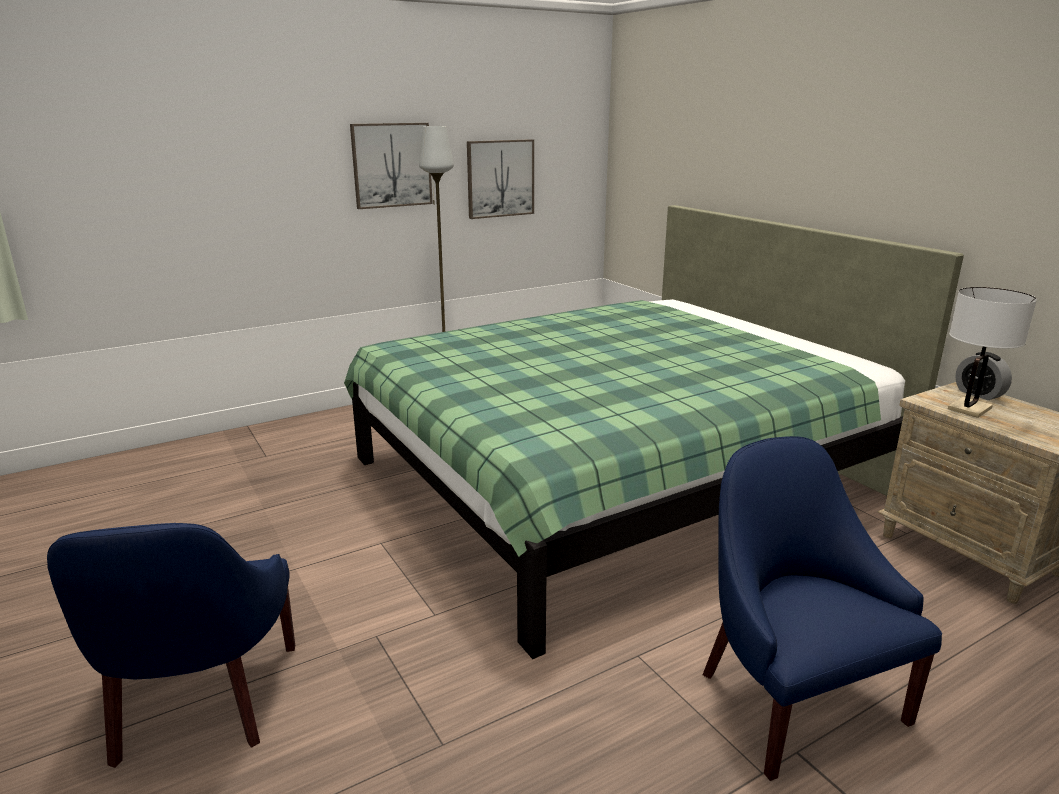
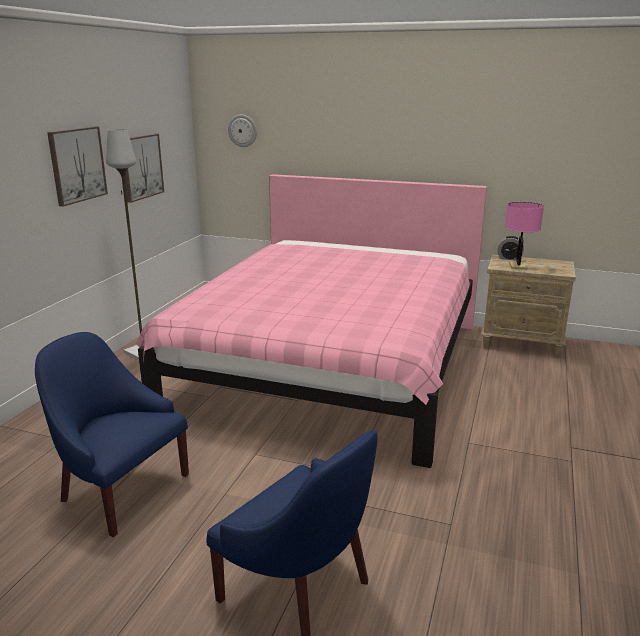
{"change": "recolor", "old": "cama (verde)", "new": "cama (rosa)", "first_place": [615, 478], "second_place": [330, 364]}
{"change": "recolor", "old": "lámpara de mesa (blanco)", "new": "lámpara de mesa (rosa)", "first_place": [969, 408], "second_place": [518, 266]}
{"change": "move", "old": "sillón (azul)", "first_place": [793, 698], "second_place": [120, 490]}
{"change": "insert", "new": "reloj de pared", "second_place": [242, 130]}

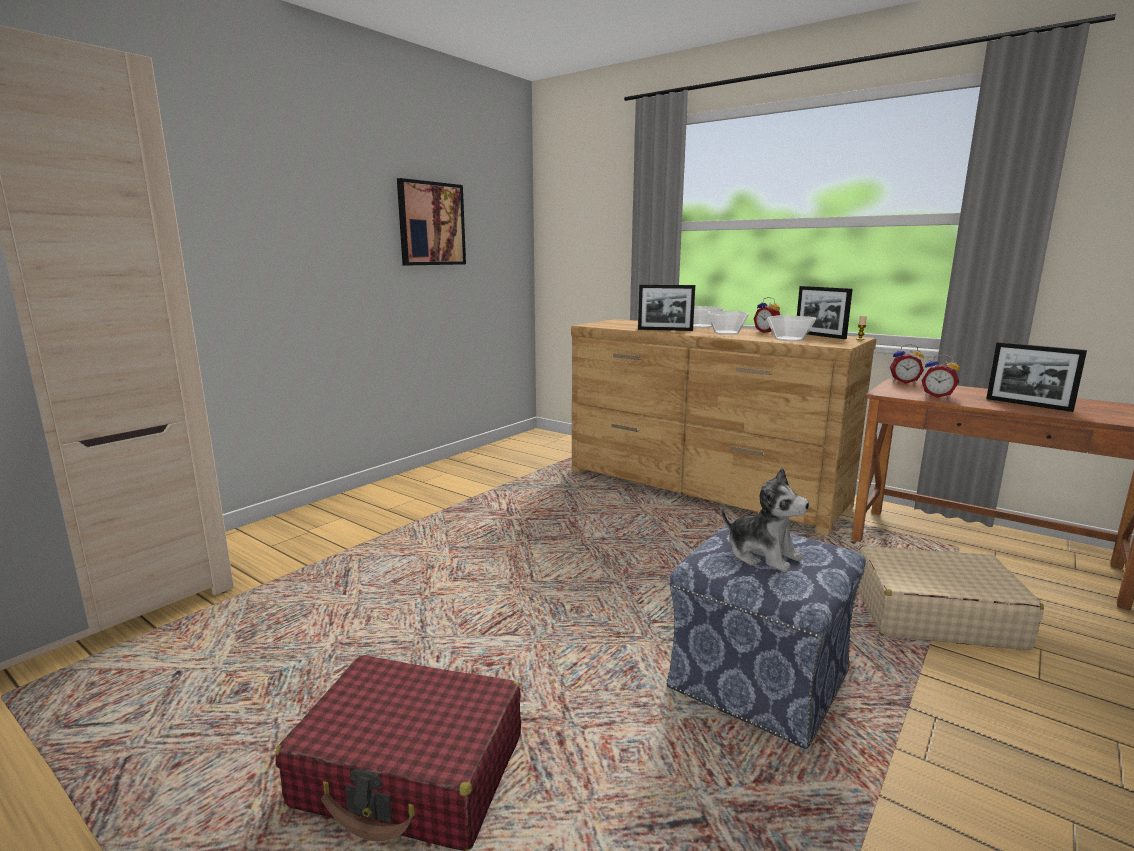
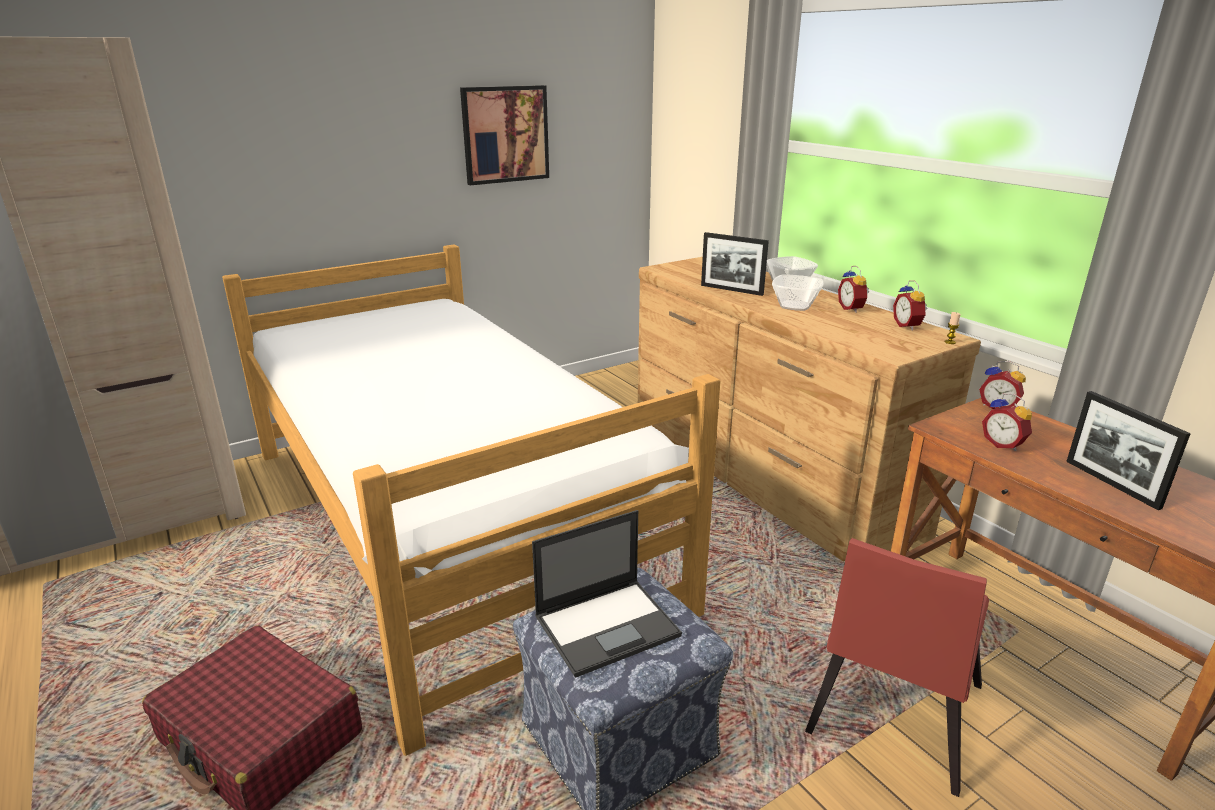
{"change": "replace", "old": "portarretratos", "new": "despertador", "first_place": [819, 335], "second_place": [908, 326]}
{"change": "delete", "old": "cuenco", "first_place": [789, 339]}
{"change": "replace", "old": "peluche", "new": "portátil", "first_place": [762, 555], "second_place": [608, 625]}
{"change": "replace", "old": "maleta (beis)", "new": "silla (rojo)", "first_place": [934, 615], "second_place": [889, 716]}
{"change": "insert", "new": "cama", "second_place": [448, 521]}

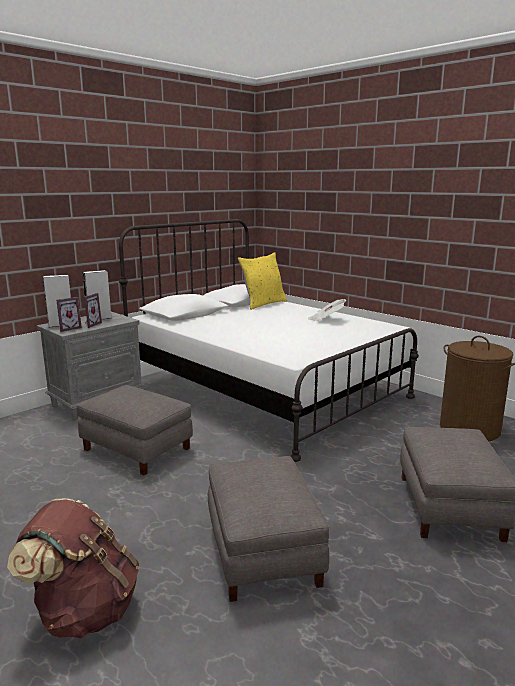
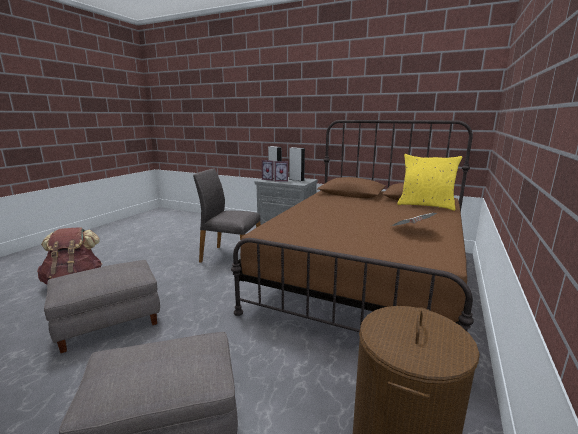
{"change": "recolor", "old": "cama (blanco)", "new": "cama (marrón)", "first_place": [265, 389], "second_place": [365, 277]}
{"change": "replace", "old": "puf (gris)", "new": "silla (gris)", "first_place": [136, 449], "second_place": [230, 256]}

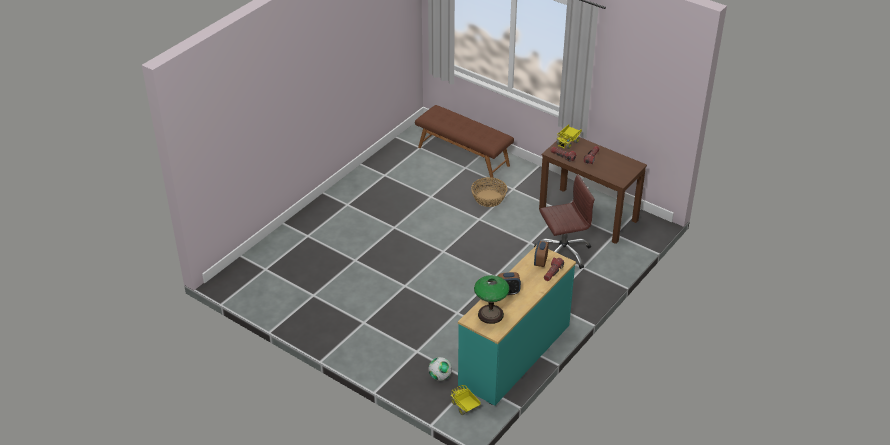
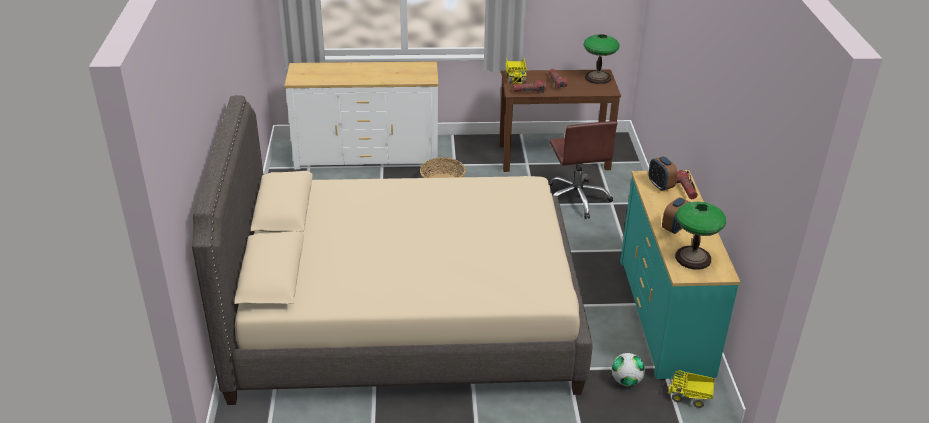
{"change": "replace", "old": "banco (marrón)", "new": "cómoda (blanco)", "first_place": [464, 156], "second_place": [367, 156]}
{"change": "rotate", "old": "silla de oficina (marrón)", "first_place": [563, 252], "second_place": [576, 199], "degrees": 135}
{"change": "insert", "new": "lámpara de mesa", "second_place": [597, 78]}
{"change": "insert", "new": "cama (beis)", "second_place": [405, 318]}

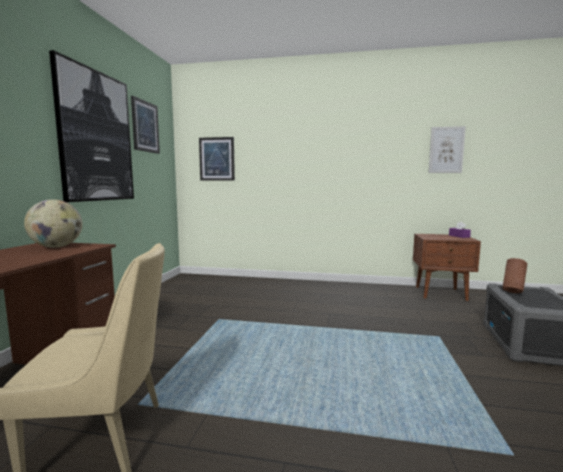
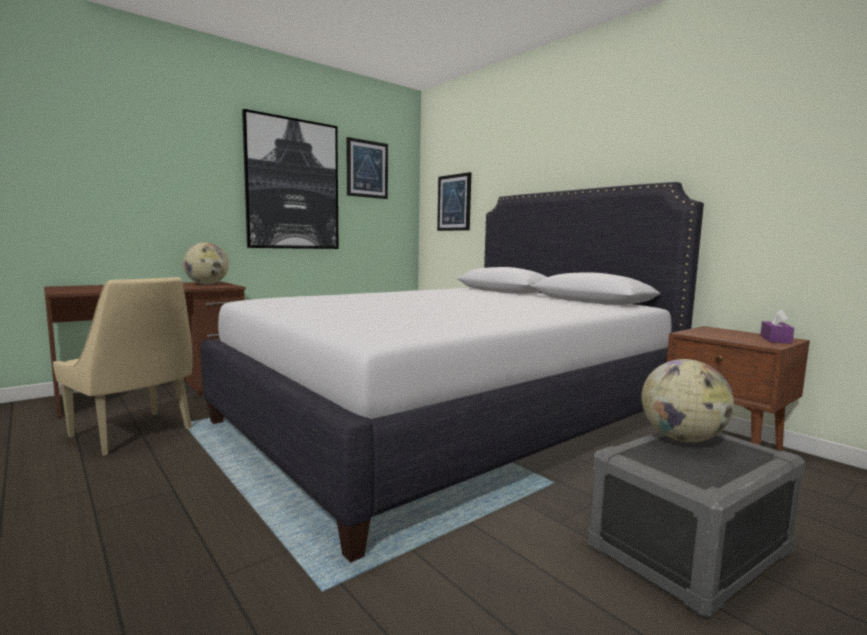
{"change": "delete", "old": "cuadro", "first_place": [446, 150]}
{"change": "replace", "old": "florero (marrón)", "new": "globo terráqueo", "first_place": [513, 292], "second_place": [682, 439]}
{"change": "insert", "new": "cama (blanco)", "second_place": [450, 420]}

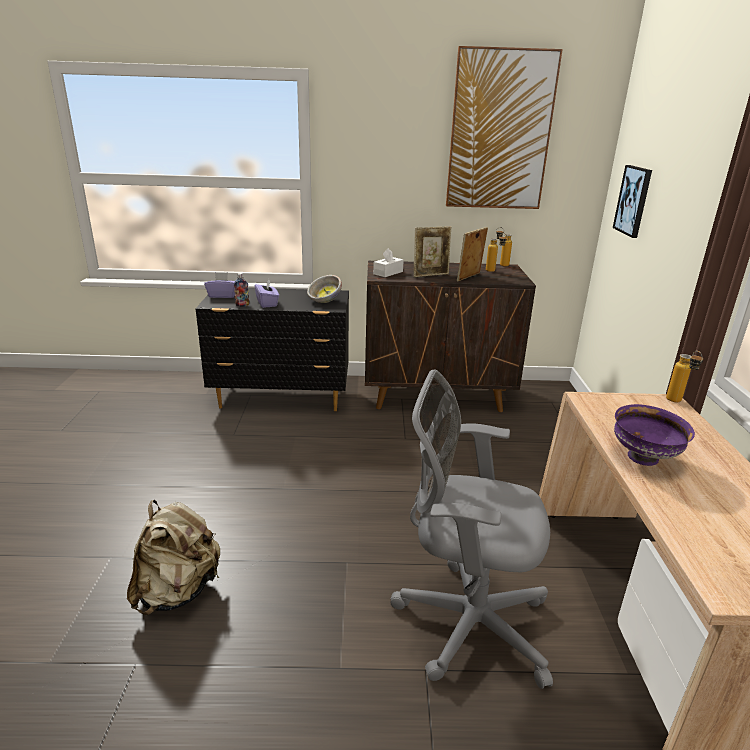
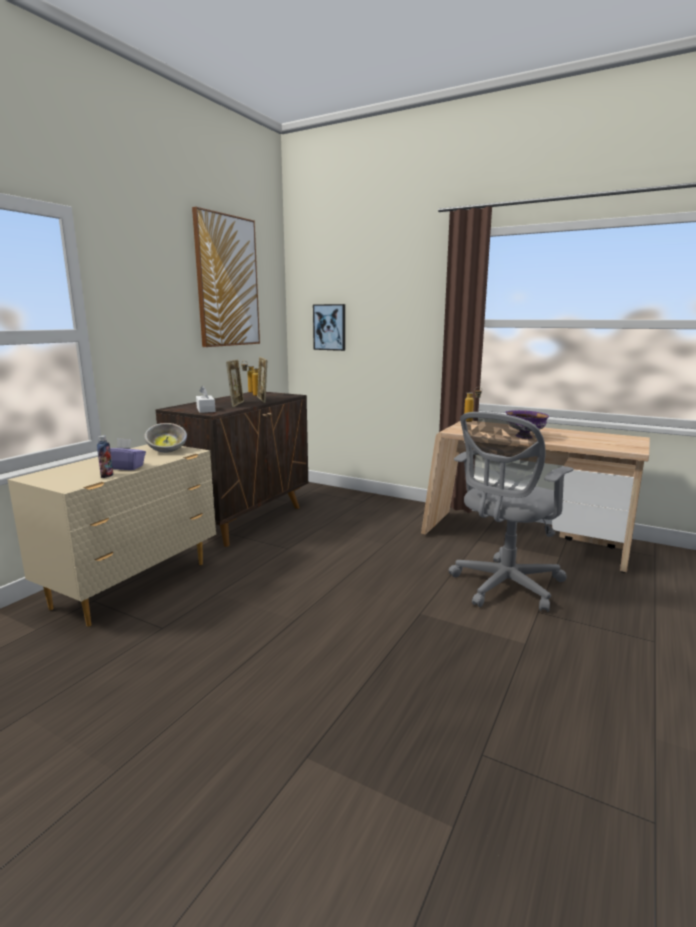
{"change": "delete", "old": "caja de pañuelos (morado)", "first_place": [222, 295]}
{"change": "recolor", "old": "cómoda (negro)", "new": "cómoda (beis)", "first_place": [282, 399], "second_place": [134, 584]}
{"change": "delete", "old": "mochila (beis)", "first_place": [178, 591]}

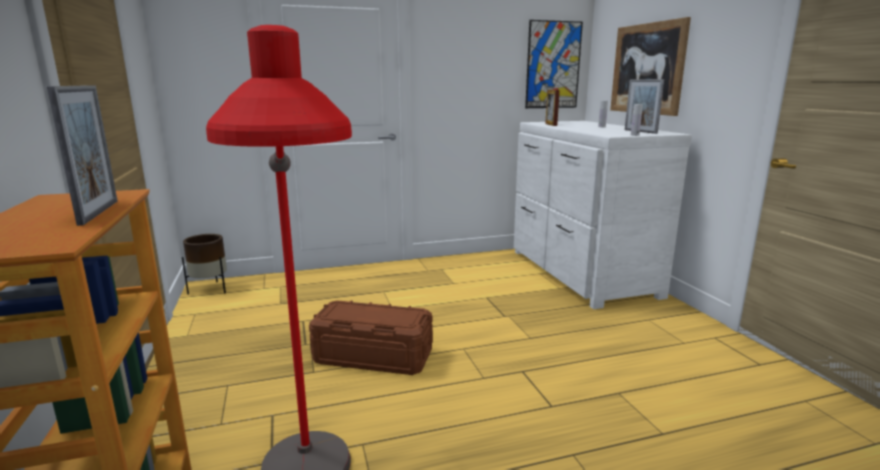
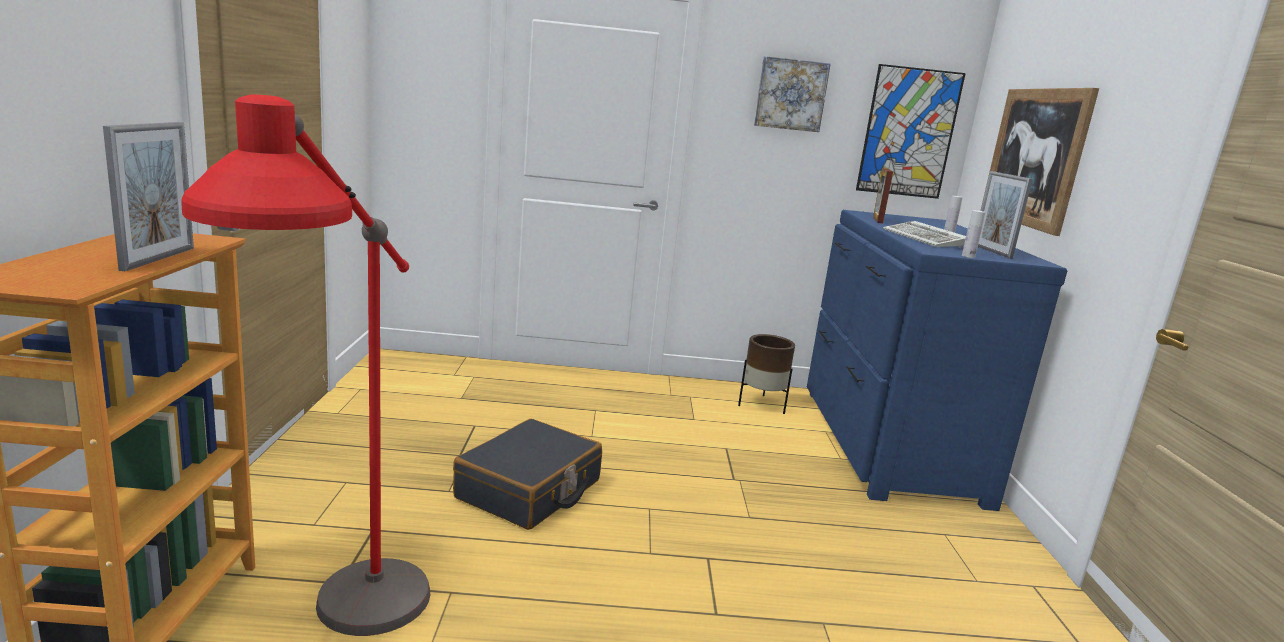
{"change": "recolor", "old": "cómoda (blanco)", "new": "cómoda (azul)", "first_place": [579, 273], "second_place": [885, 444]}
{"change": "move", "old": "maceta (marrón)", "first_place": [210, 289], "second_place": [762, 405]}
{"change": "replace", "old": "caja de almacenaje (marrón)", "new": "maleta (negro)", "first_place": [373, 356], "second_place": [529, 490]}
{"change": "insert", "new": "cuadro", "second_place": [790, 94]}
{"change": "insert", "new": "teclado", "second_place": [926, 239]}

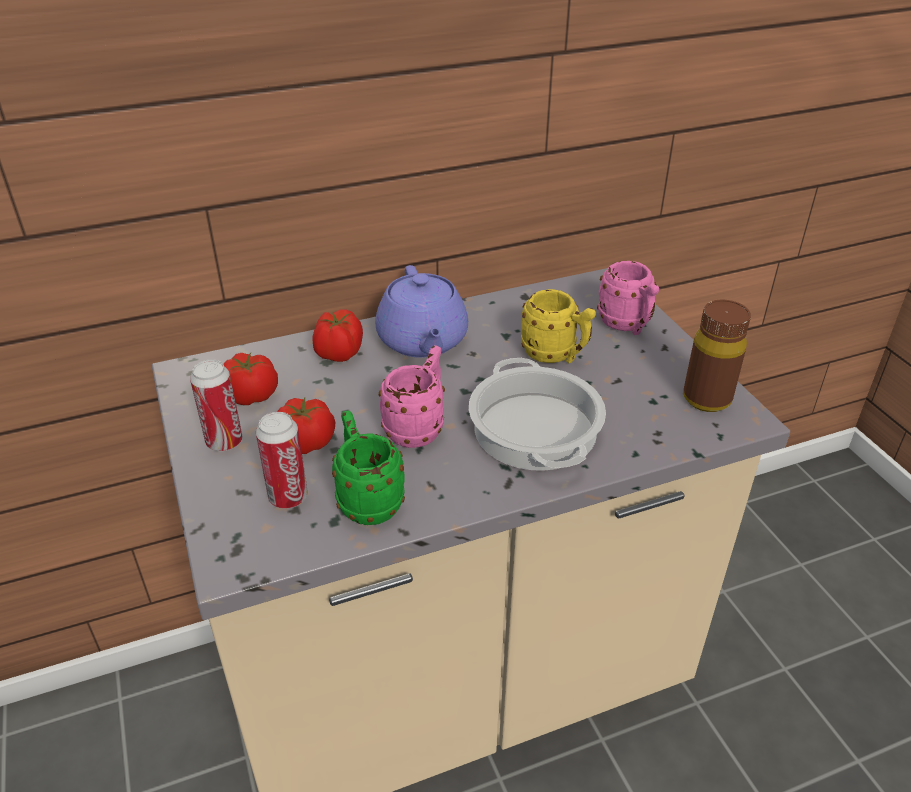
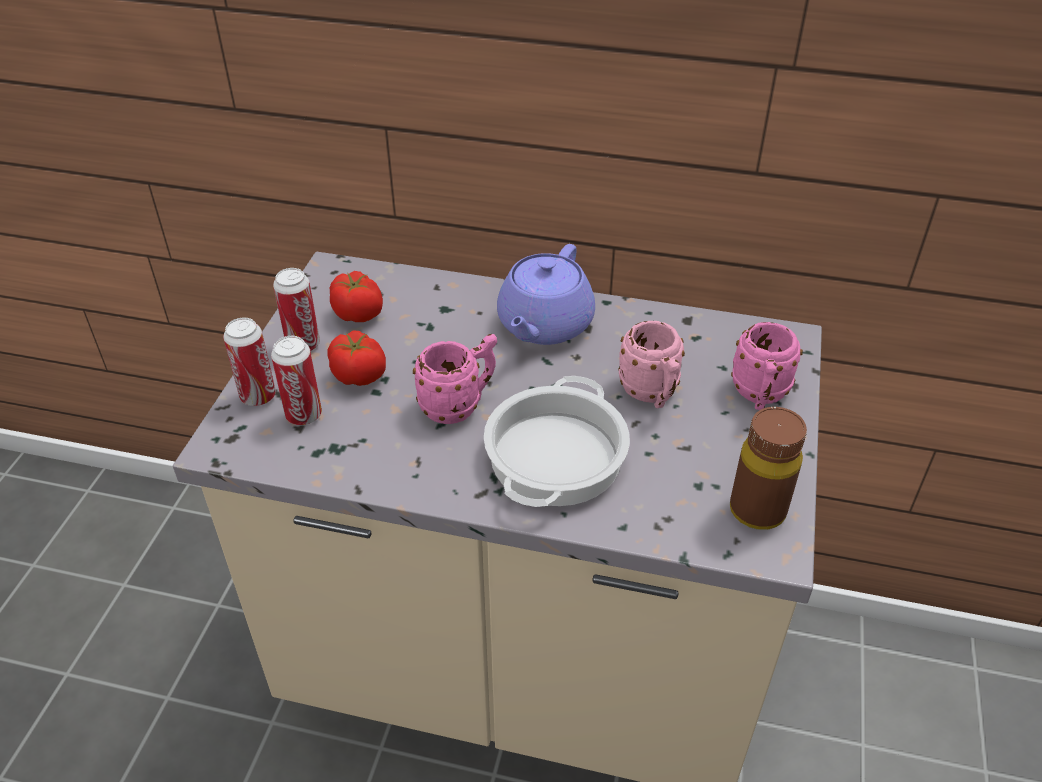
{"change": "recolor", "old": "taza grande (amarillo)", "new": "taza grande (rosa)", "first_place": [555, 356], "second_place": [651, 394]}
{"change": "delete", "old": "tomate", "first_place": [338, 353]}
{"change": "delete", "old": "taza grande (verde)", "first_place": [367, 499]}
{"change": "insert", "new": "lata", "second_place": [258, 396]}

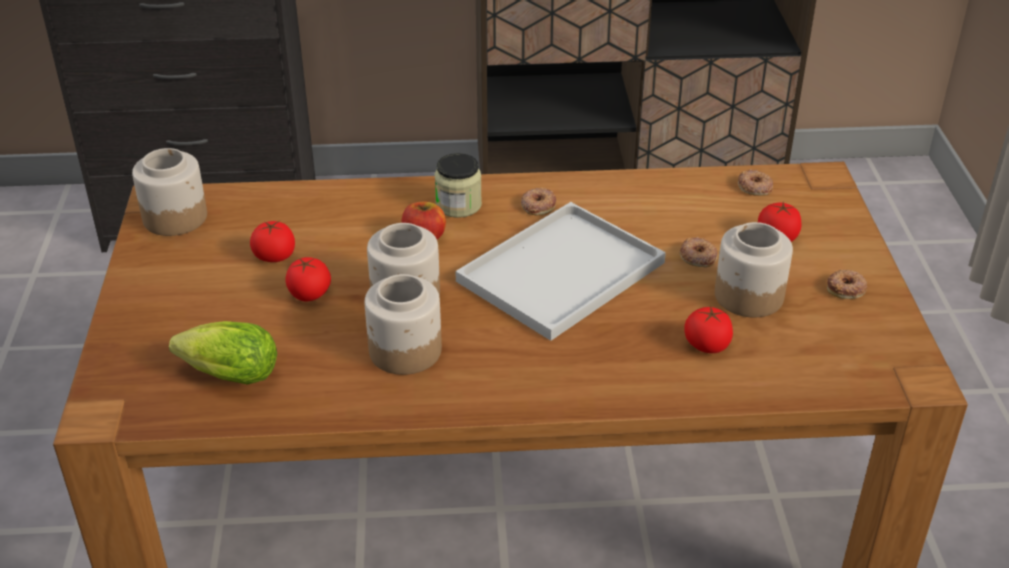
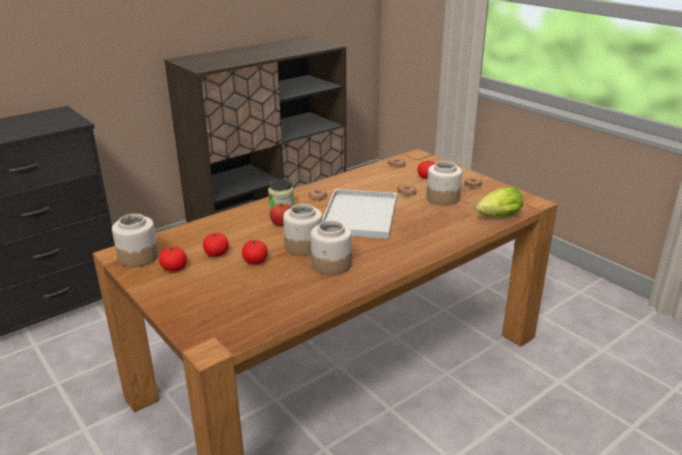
{"change": "move", "old": "tomate", "first_place": [707, 345], "second_place": [174, 268]}
{"change": "move", "old": "lechuga", "first_place": [225, 375], "second_place": [496, 217]}

